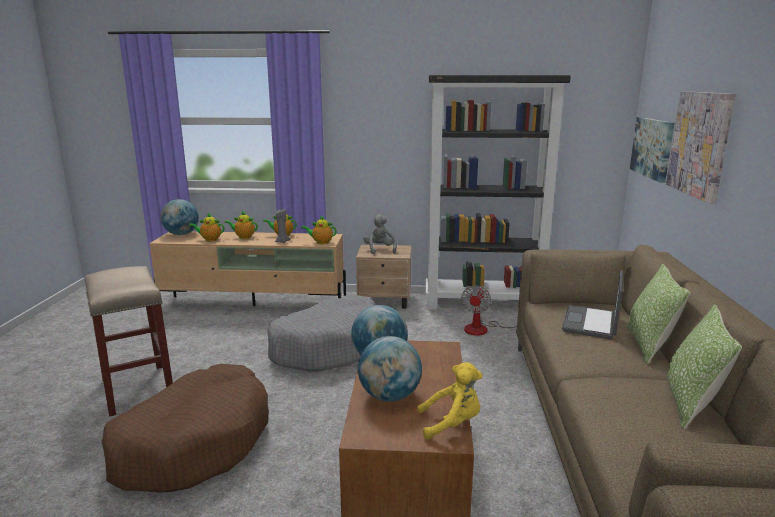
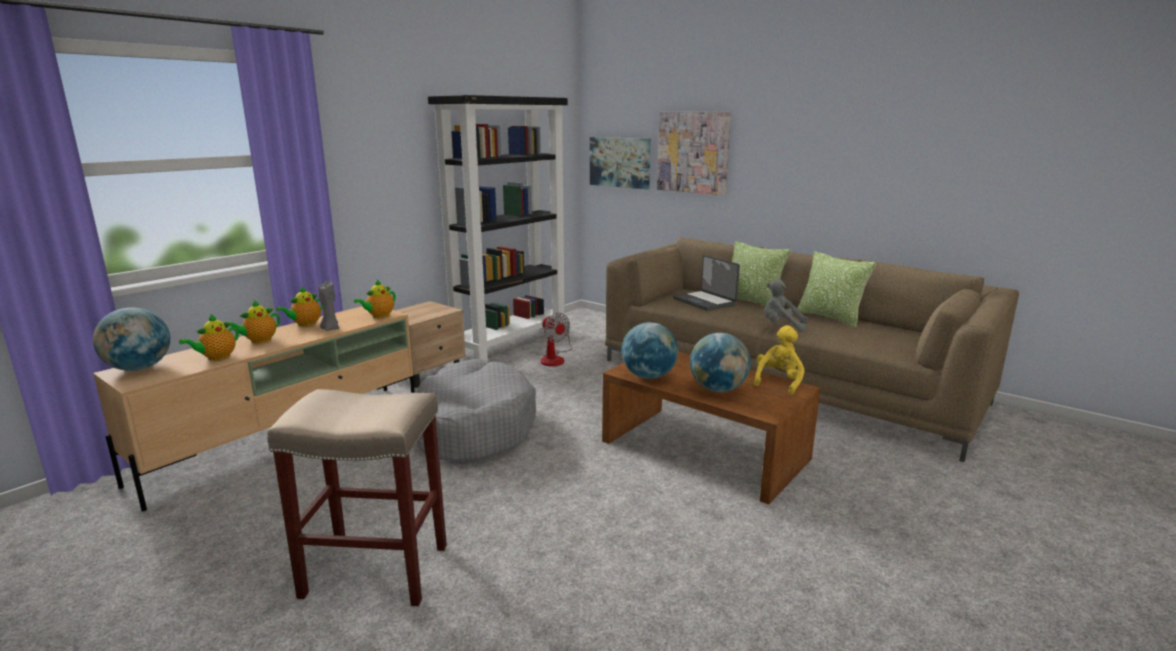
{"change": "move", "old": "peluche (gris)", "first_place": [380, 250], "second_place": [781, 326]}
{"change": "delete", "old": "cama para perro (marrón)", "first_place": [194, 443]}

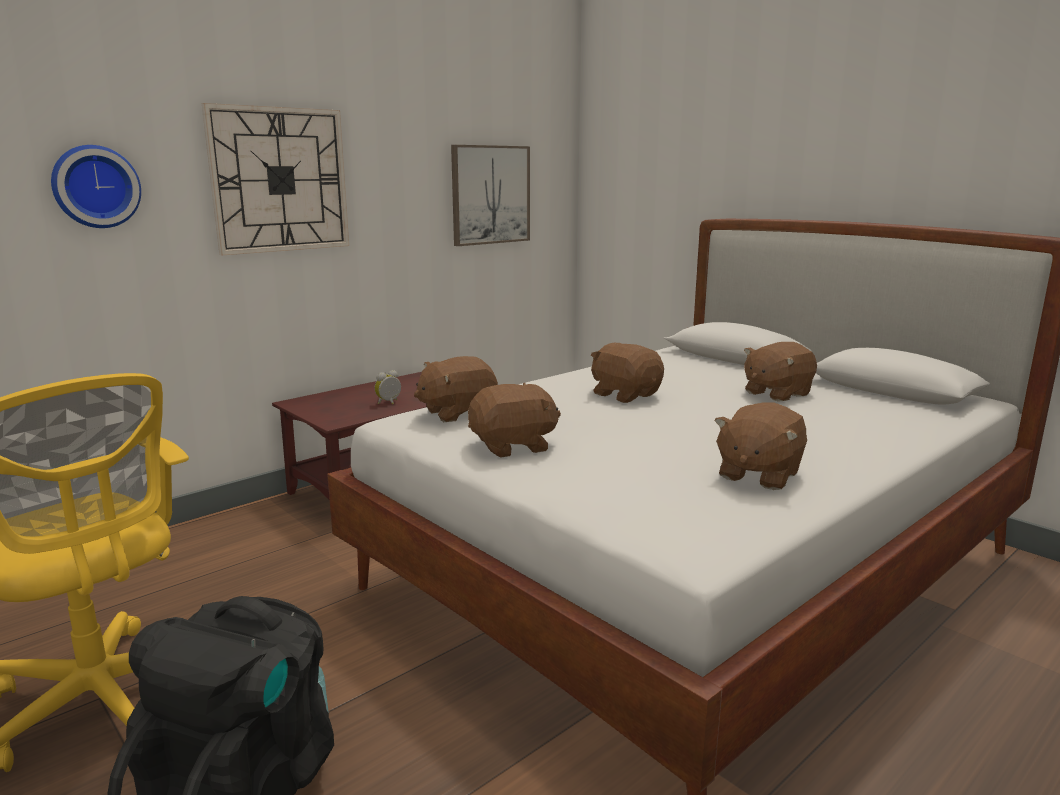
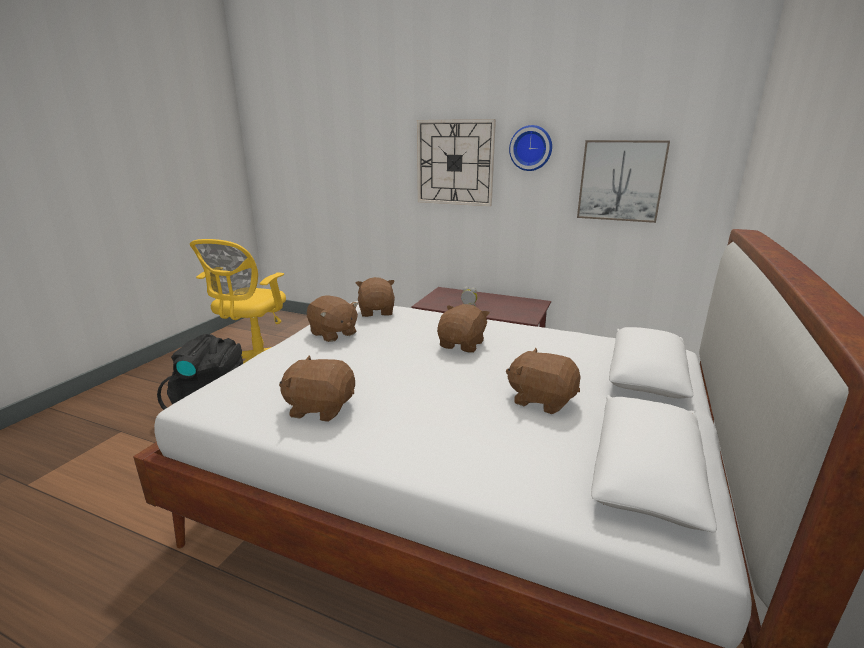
{"change": "move", "old": "reloj de pared", "first_place": [95, 186], "second_place": [531, 148]}
{"change": "rotate", "old": "peluche (marrón)", "first_place": [457, 413], "second_place": [377, 312], "degrees": 45}

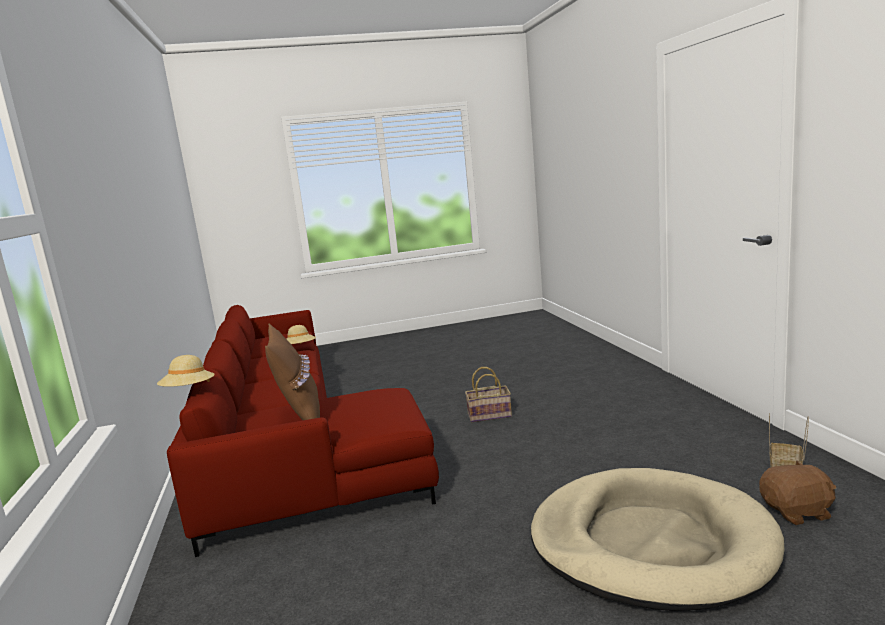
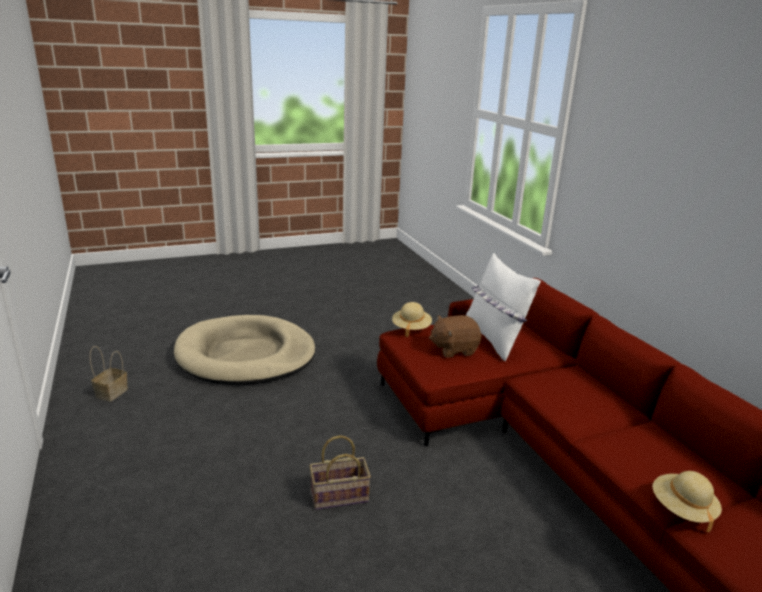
{"change": "recolor", "old": "cojín (marrón)", "new": "cojín (blanco)", "first_place": [300, 419], "second_place": [494, 340]}
{"change": "move", "old": "sombrero (beis)", "first_place": [189, 391], "second_place": [411, 328]}
{"change": "move", "old": "peluche (marrón)", "first_place": [797, 512], "second_place": [454, 349]}

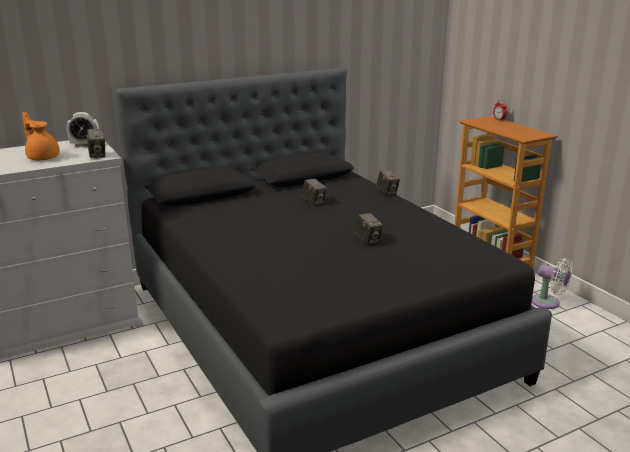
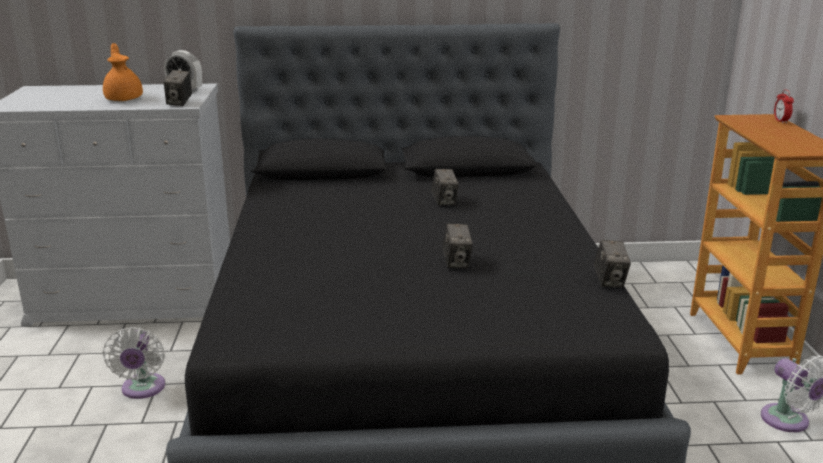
{"change": "move", "old": "cámara", "first_place": [387, 192], "second_place": [610, 281]}
{"change": "insert", "new": "ventilador (blanco)", "second_place": [142, 389]}

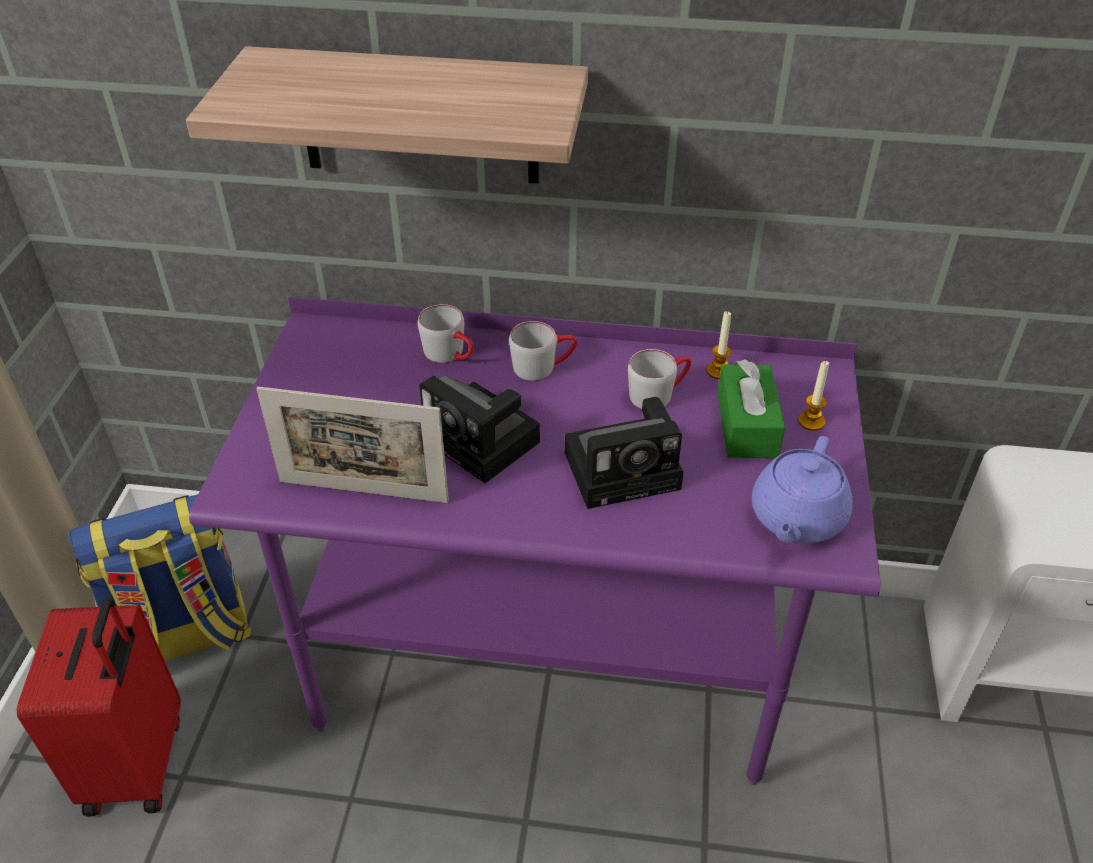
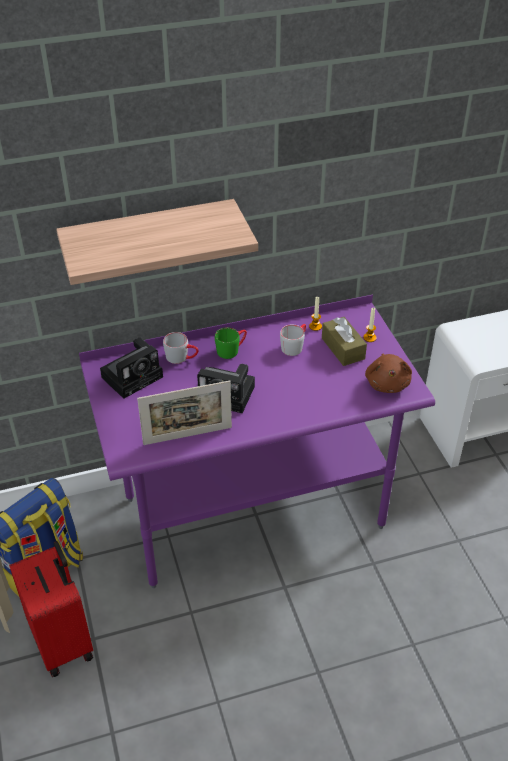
{"change": "recolor", "old": "taza grande (gris)", "new": "taza grande (verde)", "first_place": [543, 366], "second_place": [231, 349]}
{"change": "recolor", "old": "caja de pañuelos (verde)", "new": "caja de pañuelos (marrón)", "first_place": [747, 425], "second_place": [343, 348]}
{"change": "move", "old": "cámara", "first_place": [626, 469], "second_place": [134, 376]}
{"change": "replace", "old": "tetera (morado)", "new": "peluche (marrón)", "first_place": [796, 518], "second_place": [387, 383]}

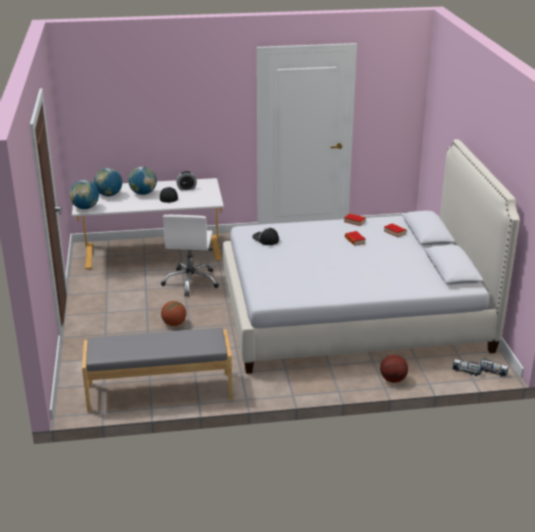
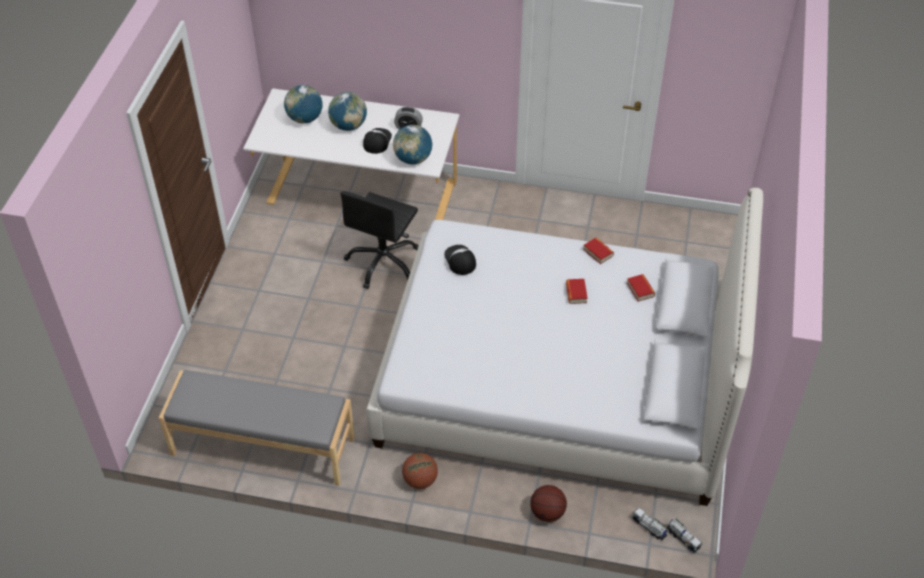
{"change": "move", "old": "globo terráqueo", "first_place": [85, 208], "second_place": [413, 159]}
{"change": "recolor", "old": "silla de oficina (blanco)", "new": "silla de oficina (negro)", "first_place": [191, 282], "second_place": [384, 262]}
{"change": "move", "old": "balón de baloncesto", "first_place": [174, 324], "second_place": [420, 480]}

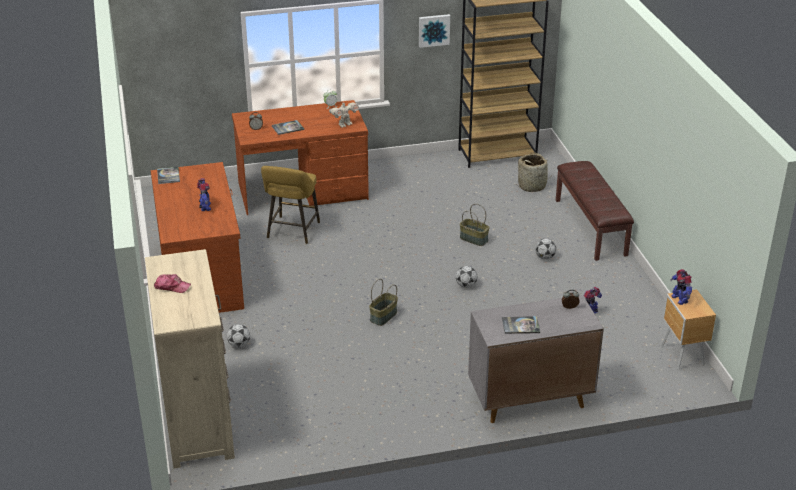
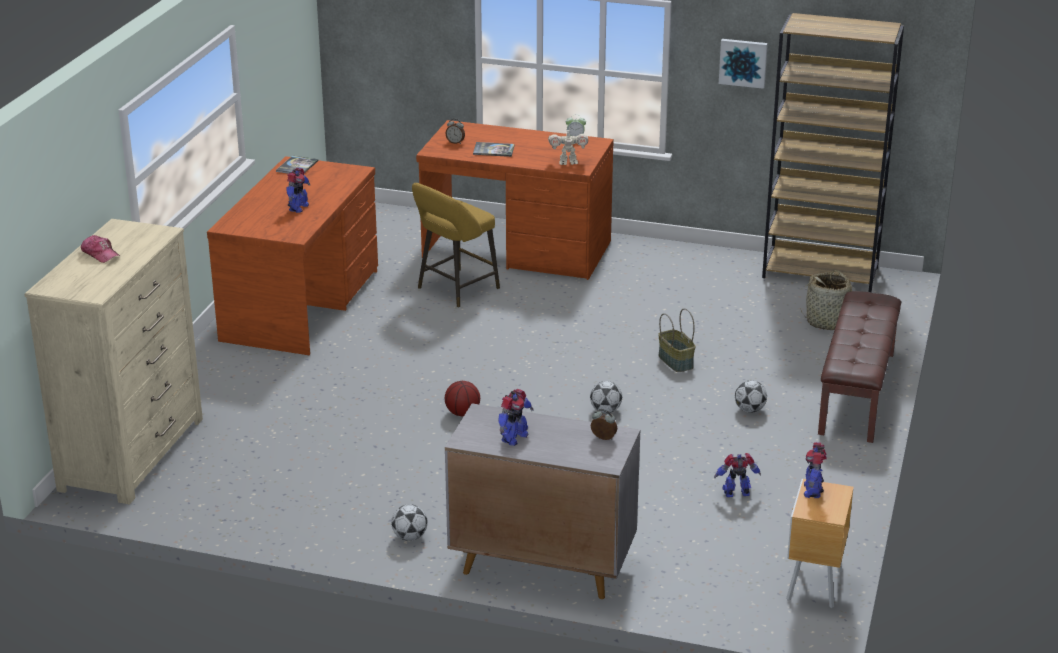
{"change": "replace", "old": "cesta", "new": "balón de baloncesto", "first_place": [383, 316], "second_place": [462, 413]}
{"change": "replace", "old": "libro", "new": "robot de juguete", "first_place": [520, 325], "second_place": [514, 438]}
{"change": "move", "old": "balón de fútbol", "first_place": [239, 344], "second_place": [409, 537]}

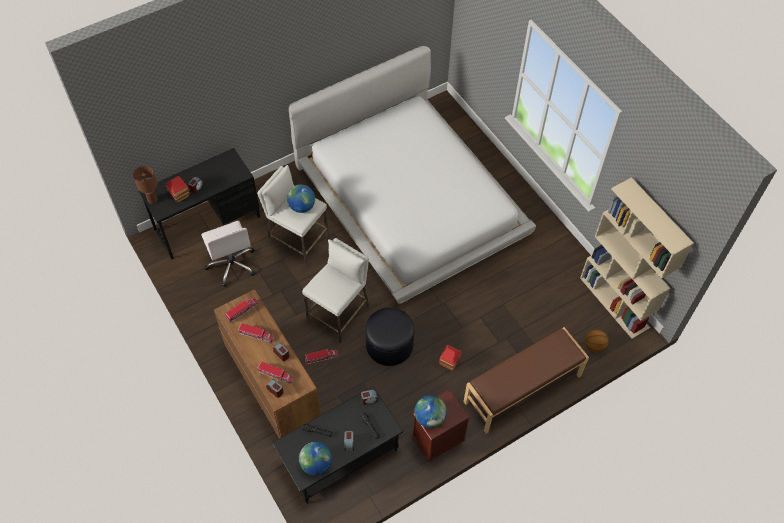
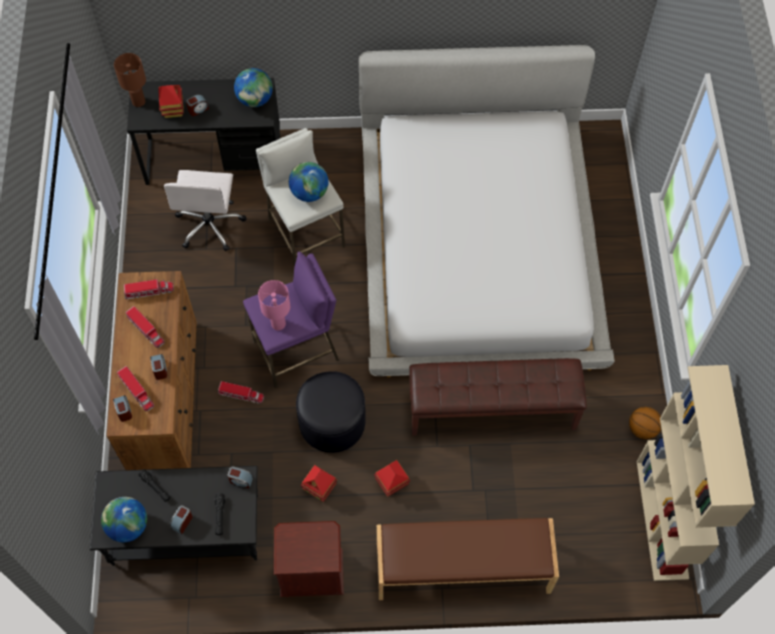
{"change": "recolor", "old": "taburete (blanco)", "new": "taburete (morado)", "first_place": [339, 314], "second_place": [296, 351]}
{"change": "move", "old": "balón de baloncesto", "first_place": [594, 346], "second_place": [642, 429]}
{"change": "move", "old": "globo terráqueo", "first_place": [430, 417], "second_place": [255, 99]}
{"change": "insert", "new": "lámpara de mesa (rosa)", "second_place": [278, 323]}
{"change": "insert", "new": "banco (marrón)", "second_place": [492, 409]}
{"change": "insert", "new": "casita", "second_place": [319, 488]}

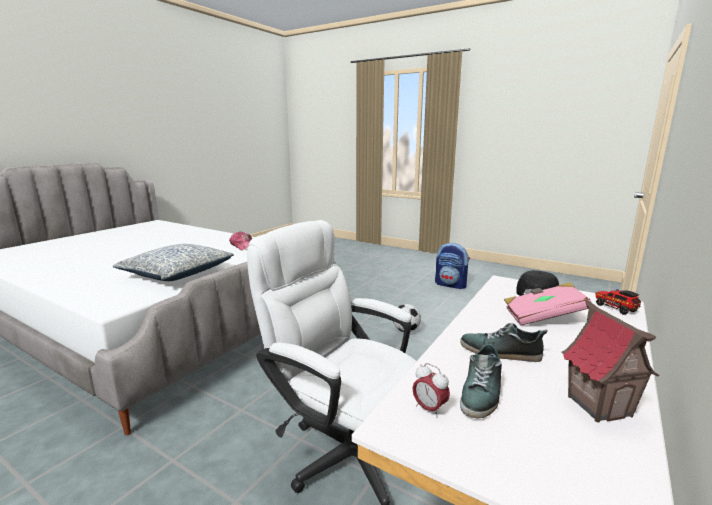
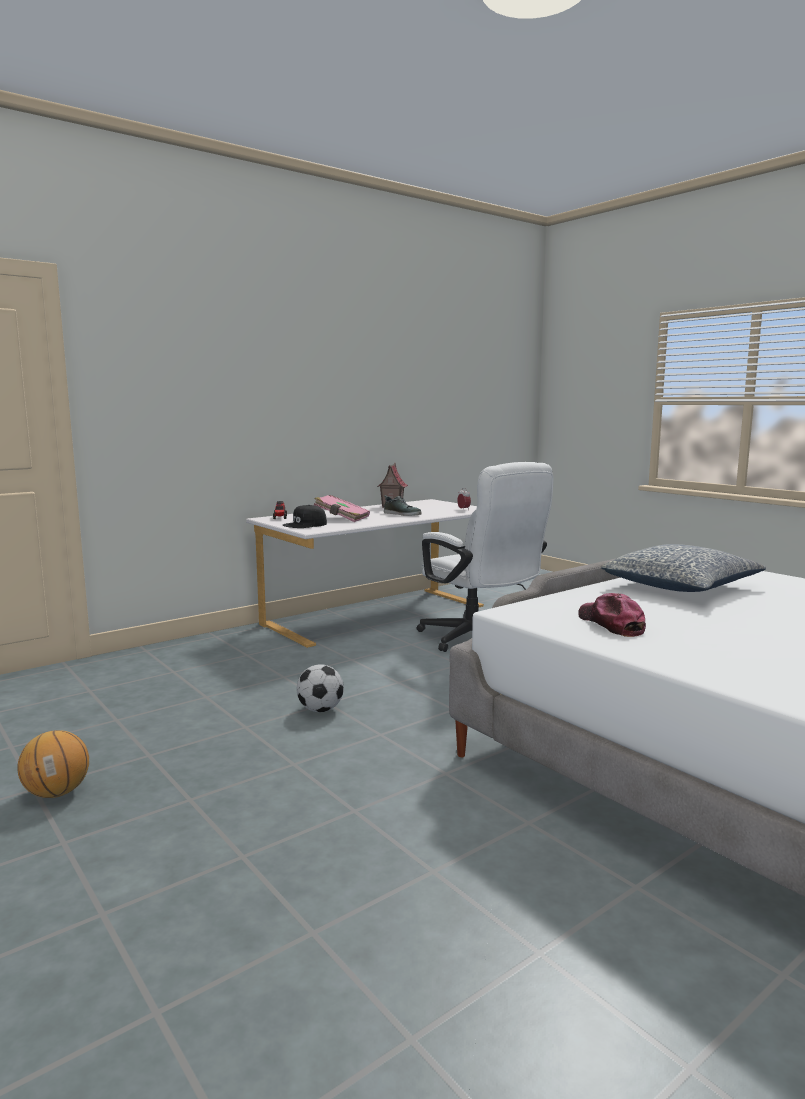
{"change": "replace", "old": "mochila", "new": "balón de baloncesto", "first_place": [451, 285], "second_place": [57, 793]}
{"change": "delete", "old": "zapato", "first_place": [482, 393]}

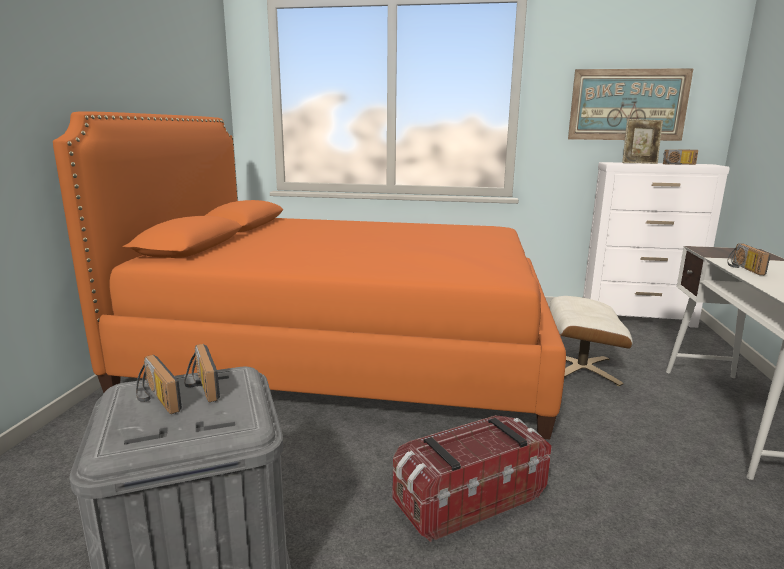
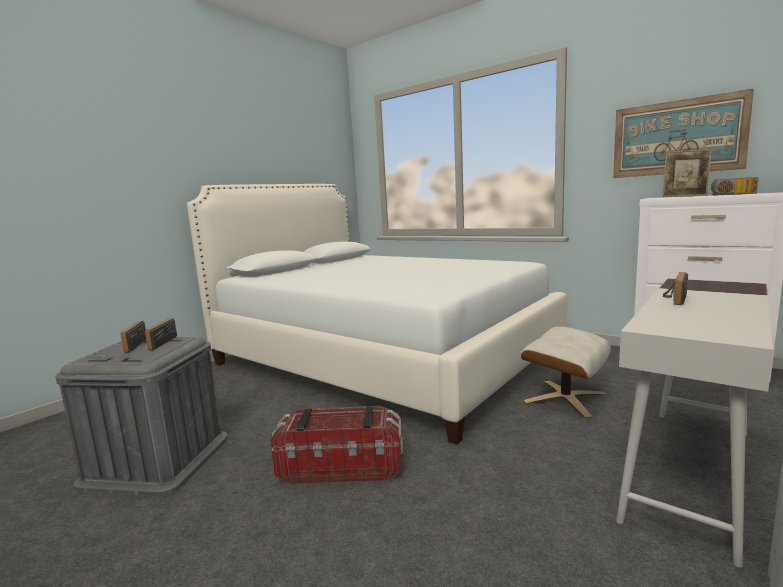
{"change": "recolor", "old": "cama (naranja)", "new": "cama (blanco)", "first_place": [348, 350], "second_place": [383, 358]}

